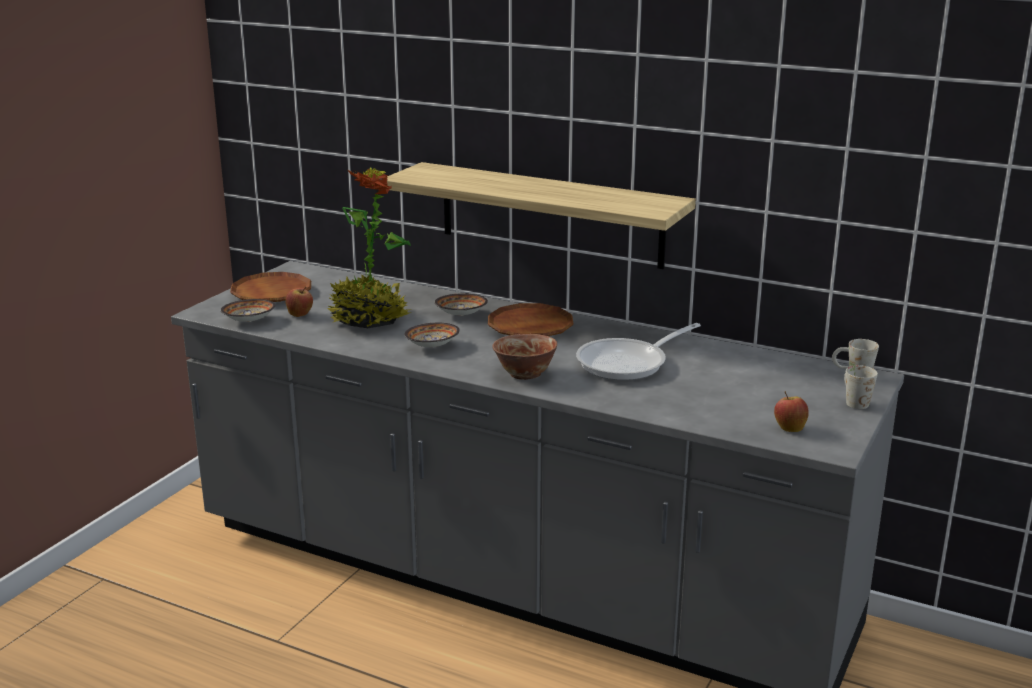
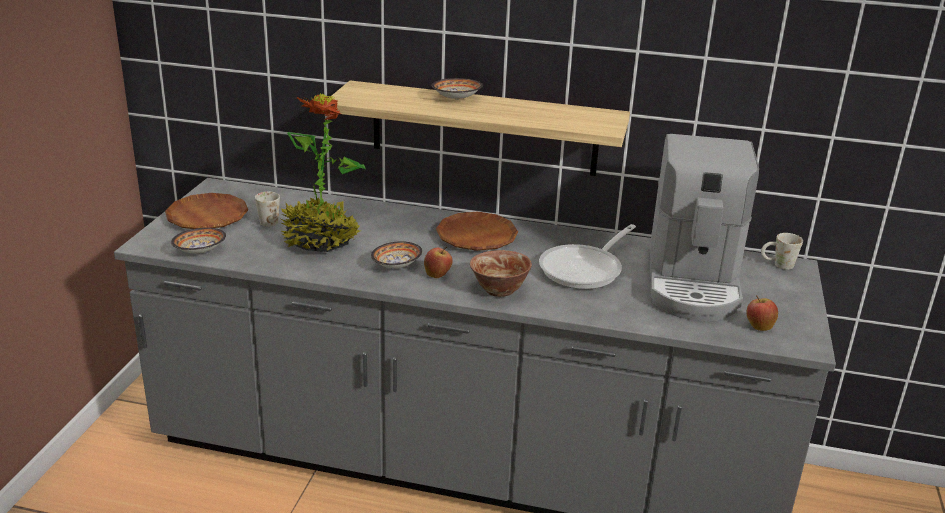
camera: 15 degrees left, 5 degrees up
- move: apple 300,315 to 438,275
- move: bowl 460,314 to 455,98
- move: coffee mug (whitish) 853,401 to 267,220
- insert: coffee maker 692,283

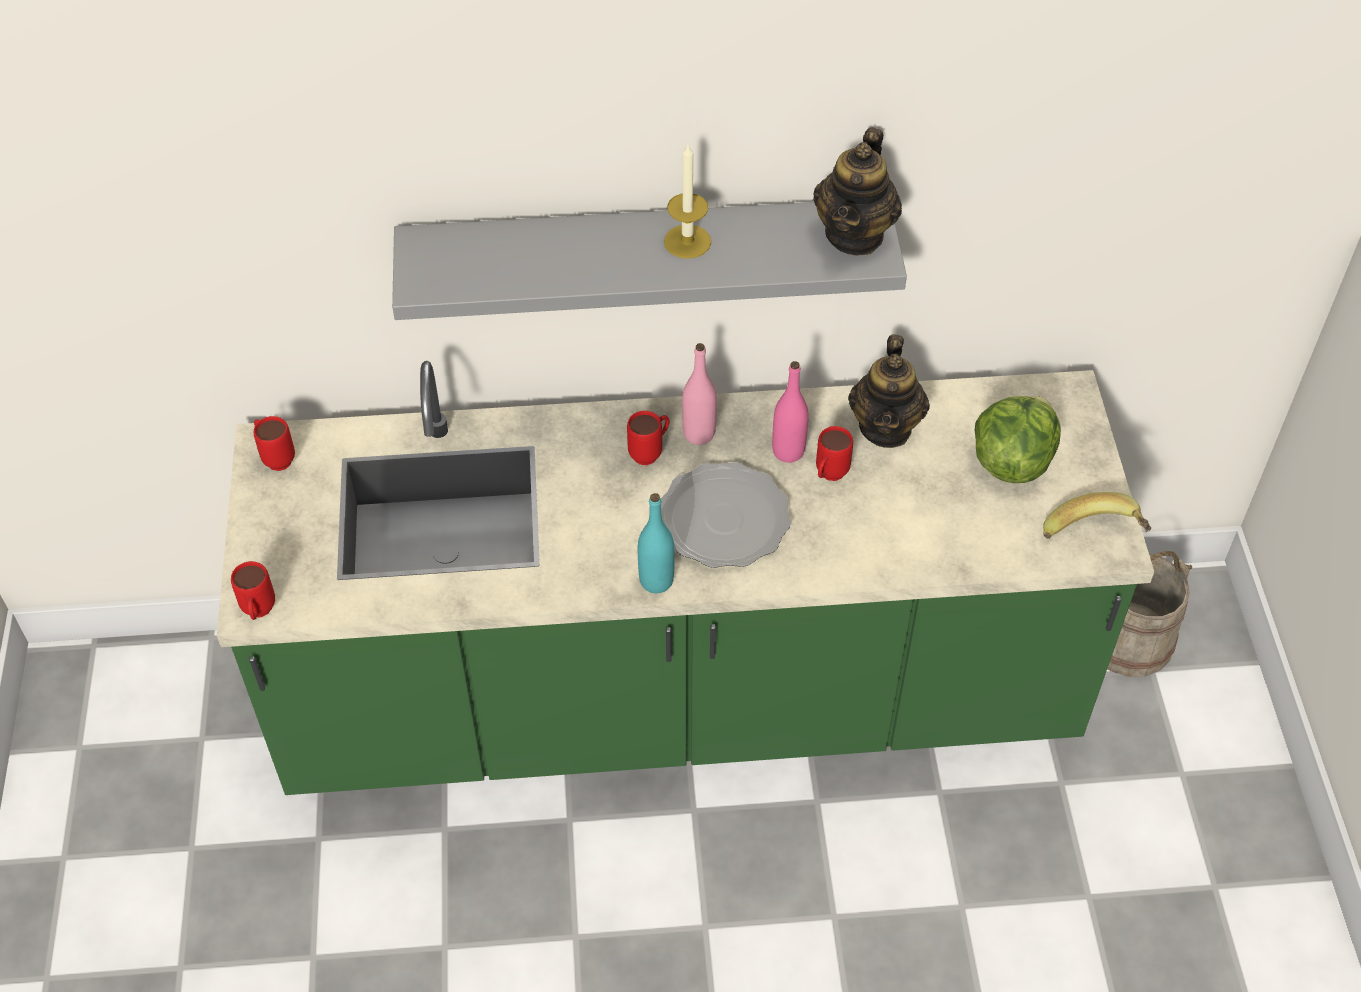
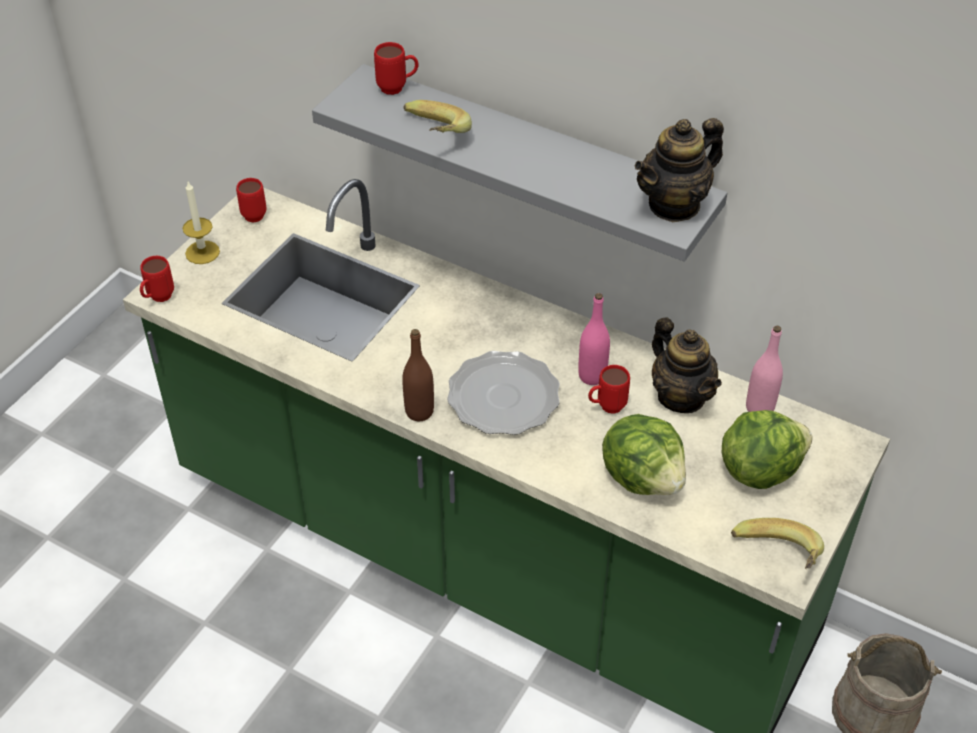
camera: 35 degrees right, 5 degrees down
- move: wax light 687,241 to 202,252
- rotate: teapot 886,427 = 681,396 75 degrees counterclockwise
- move: beverage bottle (pink) 699,433 to 759,408
- move: coffee mug (red) 650,452 to 398,88
- recolor: beverage bottle (blue-green) 656,581 to beverage bottle (brown) 419,411
- insert: banana fruit 432,137
- insert: head of lettuce 643,477

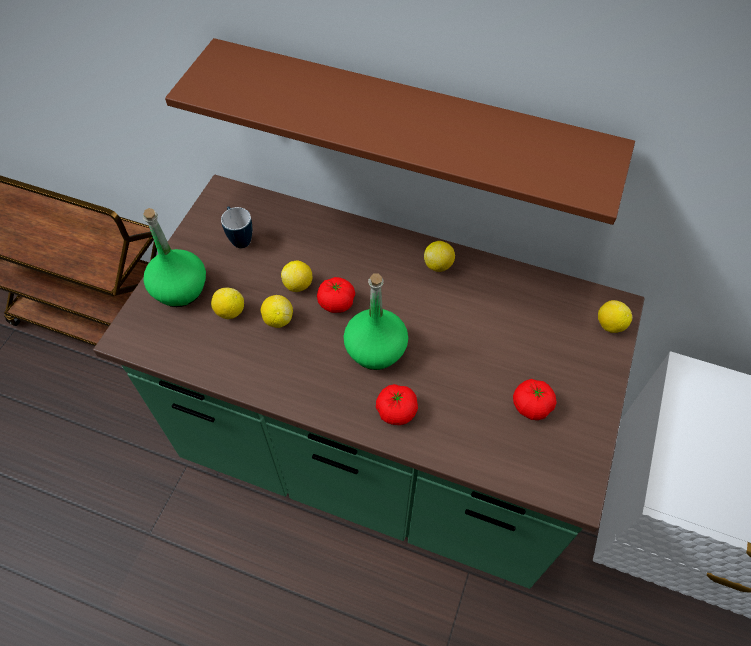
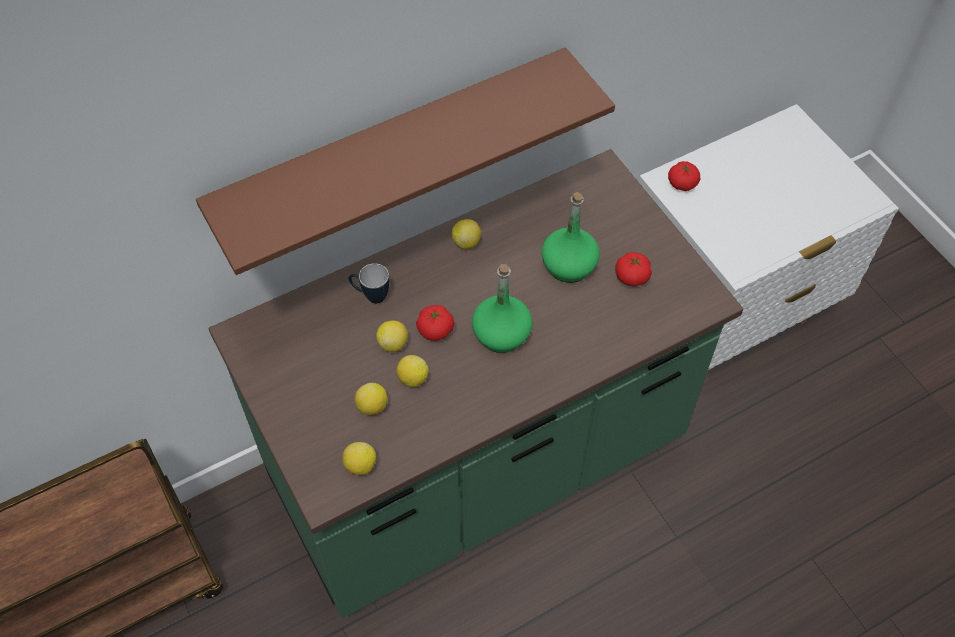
camera: 50 degrees left, 0 degrees up
- move: coffee mug 239,238 to 371,295
- move: beverage bottle (green) 180,289 to 569,265
- move: lemon 609,325 to 360,465
- move: tomato 396,411 to 682,183

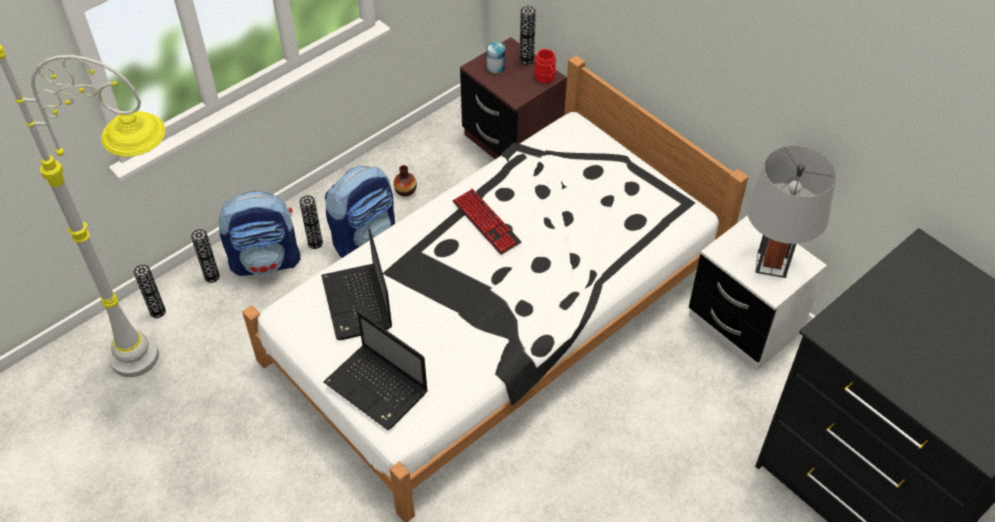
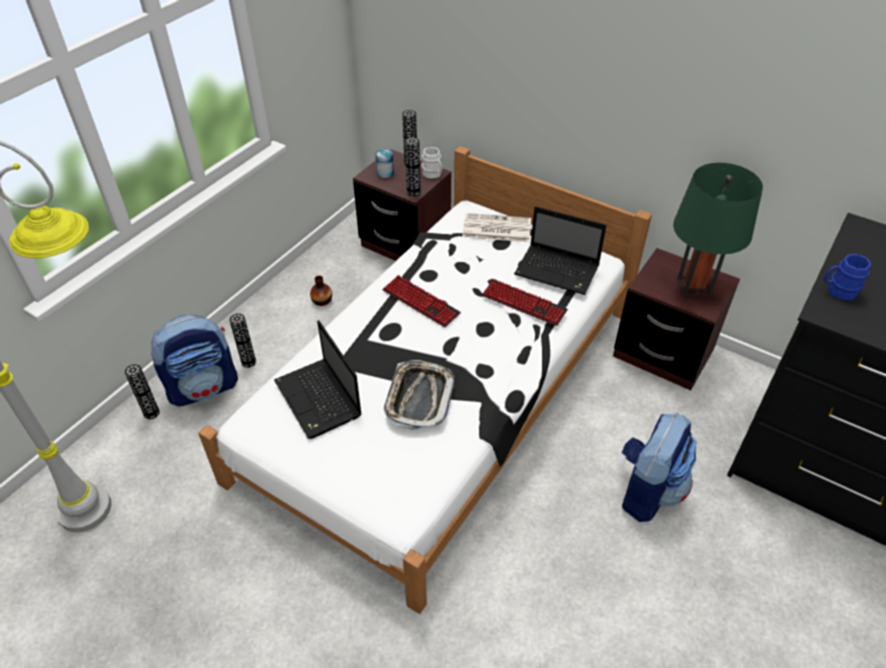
camera: 15 degrees left, 5 degrees down
- recolor: coffee mug (red) 546,78 to coffee mug (whitish) 433,174
- recolor: tabletop lamp (greyish) 771,264 to tabletop lamp (green) 693,287
- move: backpack 365,237 to 647,490
- recolor: night table (whitish) 744,323 to night table (brown) 663,353
- move: flower vase 158,311 to 413,192
- move: laptop 378,388 to 558,271
- insert: newspaper 495,229
- insert: coffee mug (blue) 838,290
- insert: keyboard 524,303
- insert: carrying tray 419,398

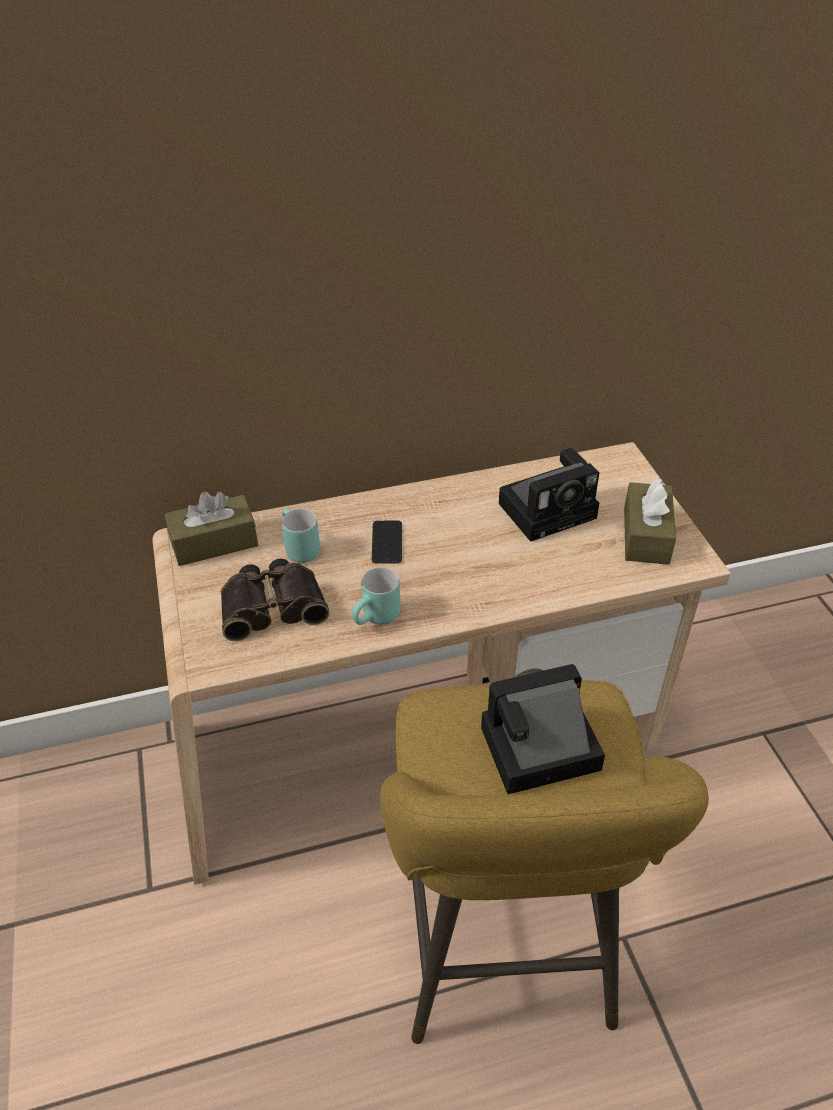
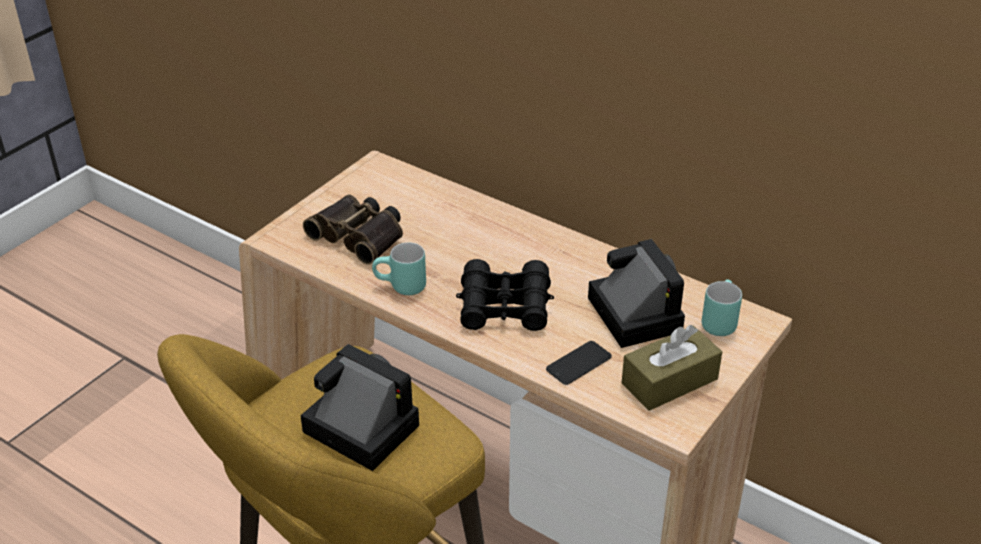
camera: 50 degrees right, 5 degrees down
- rotate: photo camera 550,509 = 631,312 135 degrees counterclockwise
- delete: tissue box (brown) 214,542
- move: coffee mug (blue-green) 297,549 to 717,320
- move: handset 387,543 to 578,363
- insert: pair of binoculars (black) 505,306

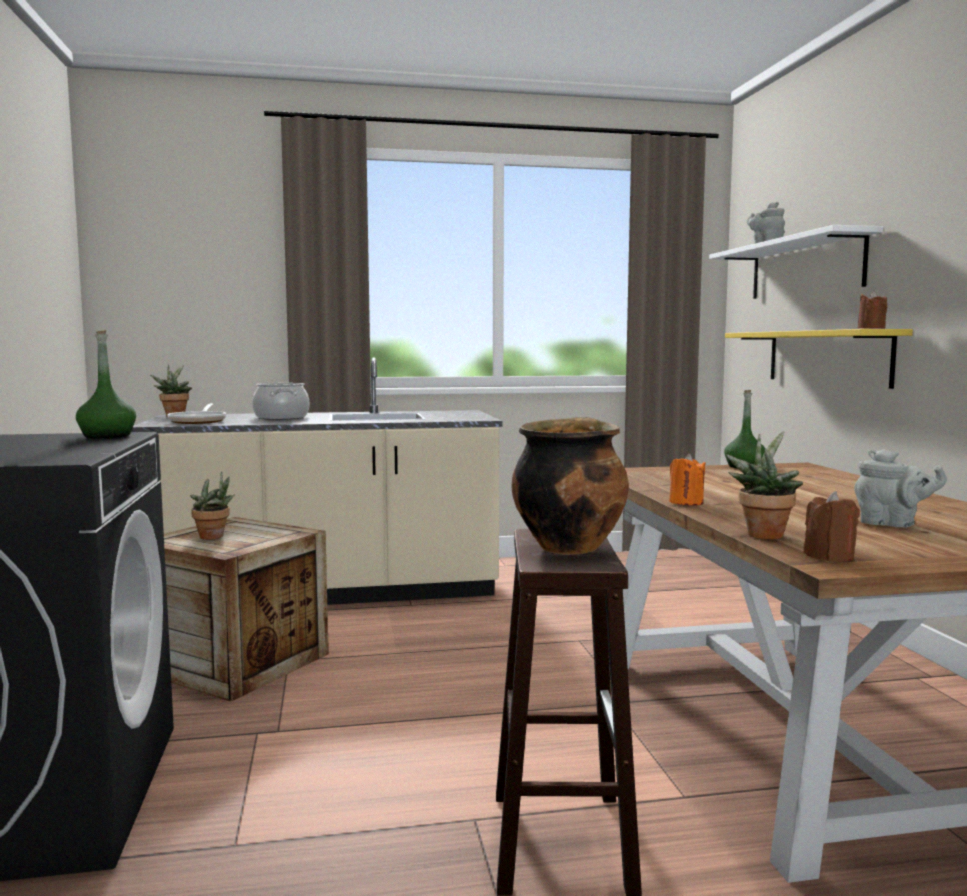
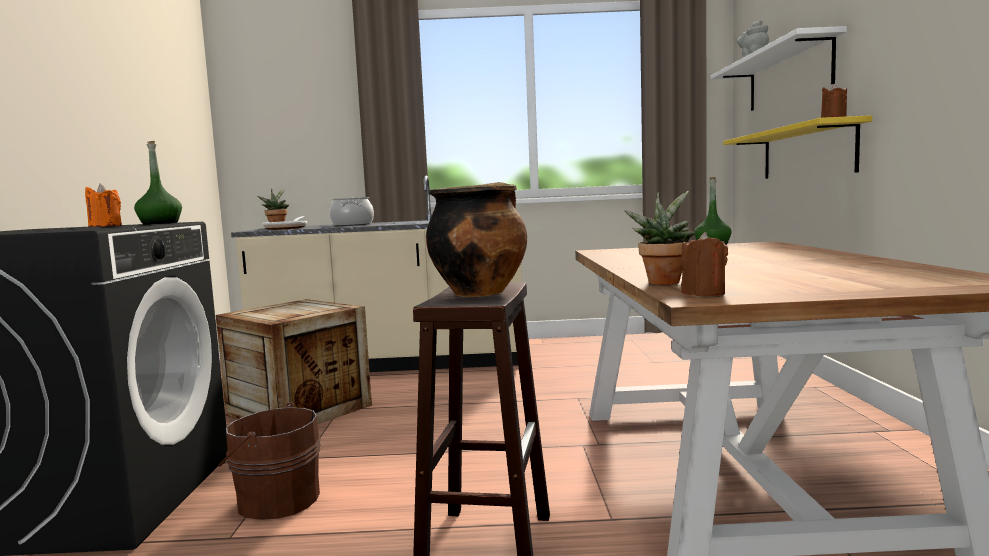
camera: 10 degrees right, 0 degrees up
- delete: teapot (greyish) 892,524
- move: wax light (orange) 686,502 to 105,226
- delete: houseplant 214,537
- insert: bucket (brown) 275,500

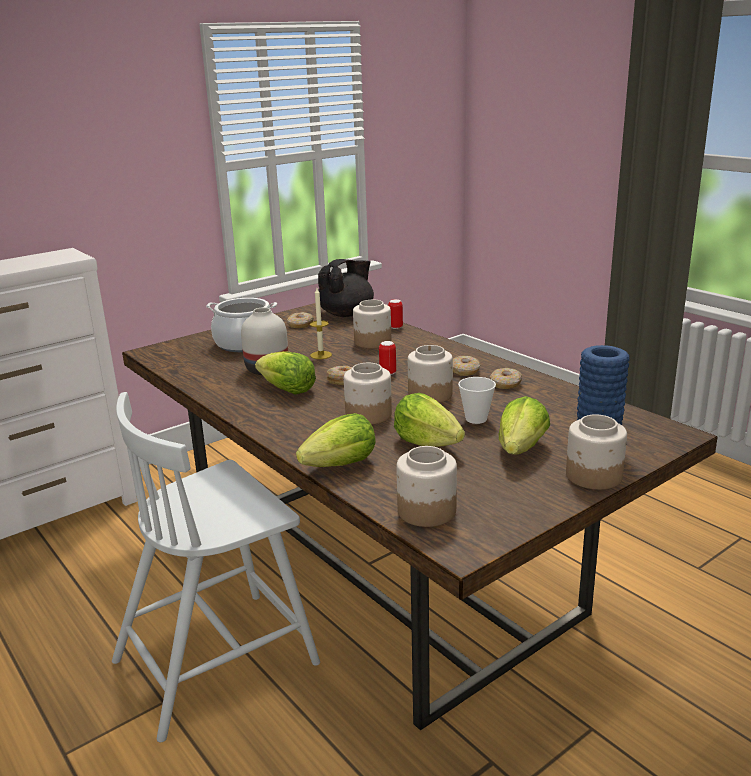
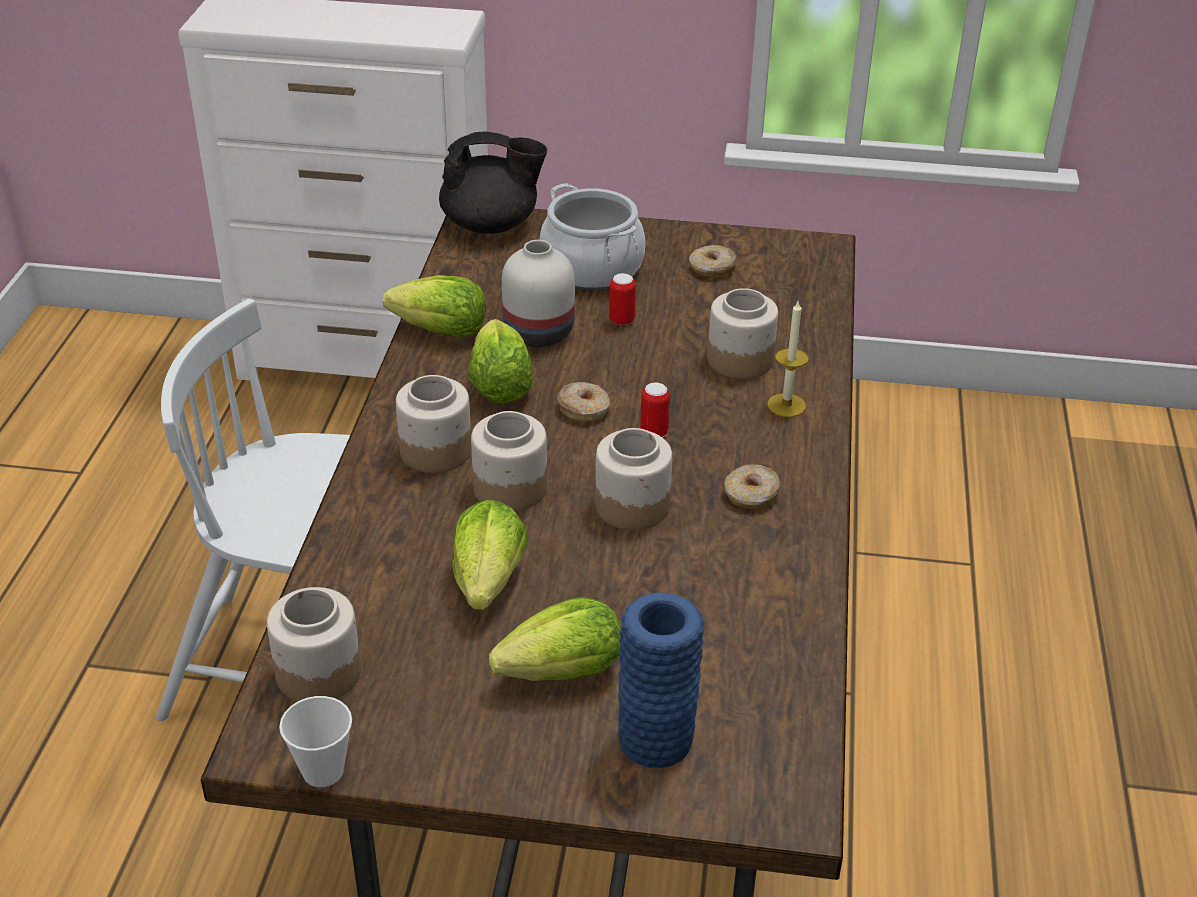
camera: 45 degrees right, 15 degrees up
- move: teapot (black) 347,313 to 491,225
- move: wax light 321,355 to 786,405
- move: can 395,327 to 621,320
- delete: ring doughnut 506,384
- move: small cup 476,419 to 323,771
- move: head of lettuce 341,465 to 441,331
- move: preserve jar 593,476 to 434,451

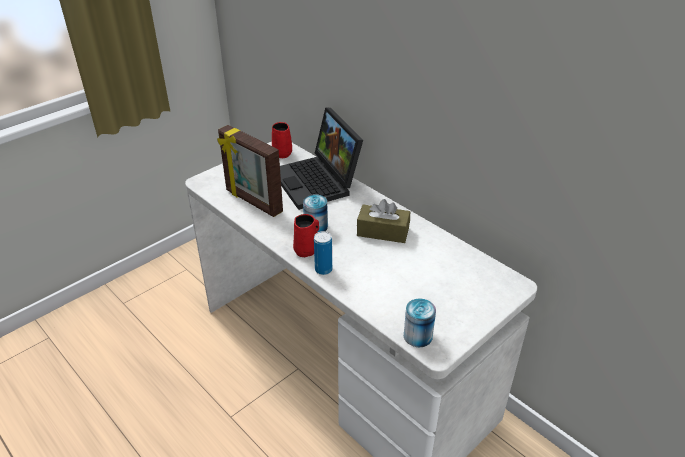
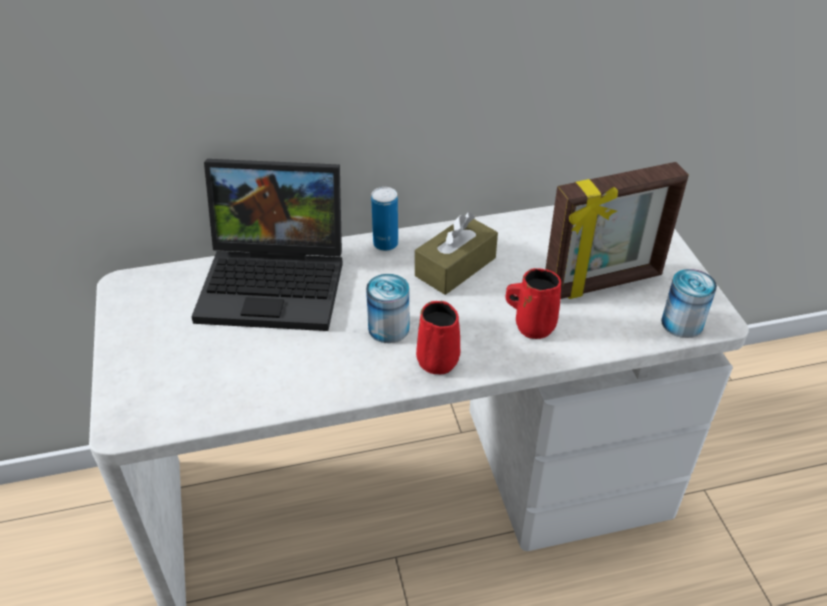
camera: 60 degrees left, 5 degrees up
- move: coffee mug (red) 282,153 to 532,325
- move: picture frame 253,202 to 603,284
- move: can 323,270 to 385,244

